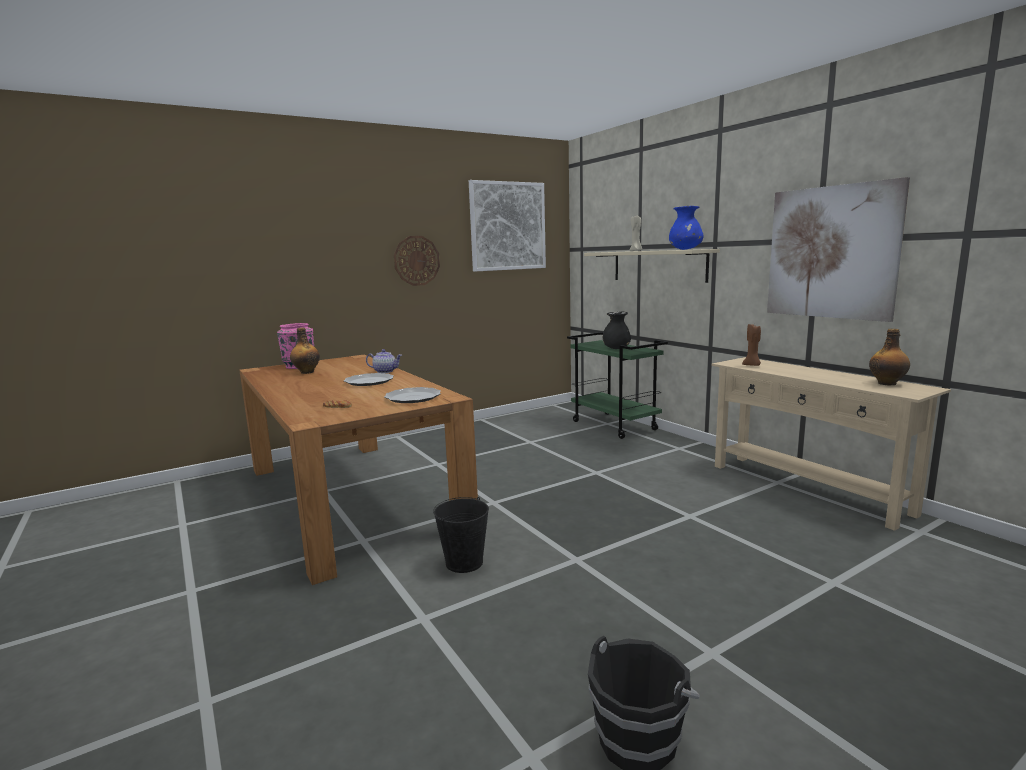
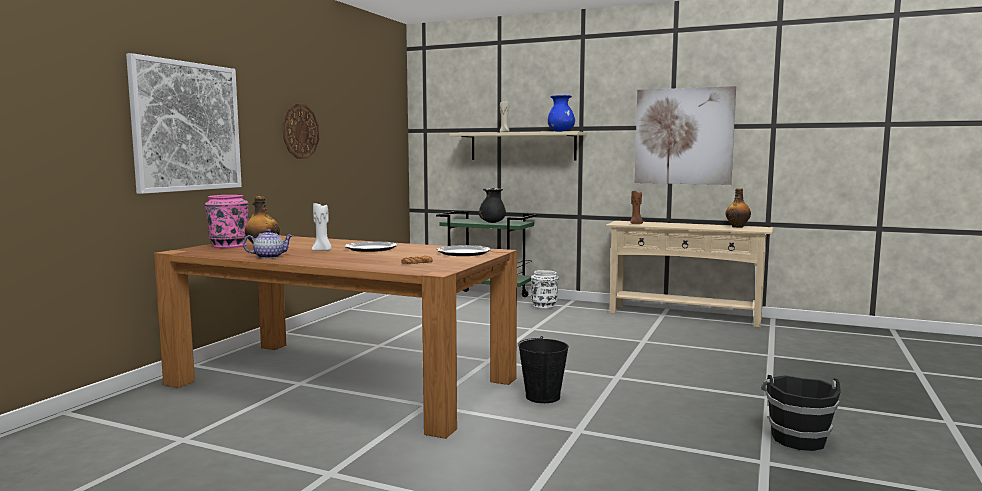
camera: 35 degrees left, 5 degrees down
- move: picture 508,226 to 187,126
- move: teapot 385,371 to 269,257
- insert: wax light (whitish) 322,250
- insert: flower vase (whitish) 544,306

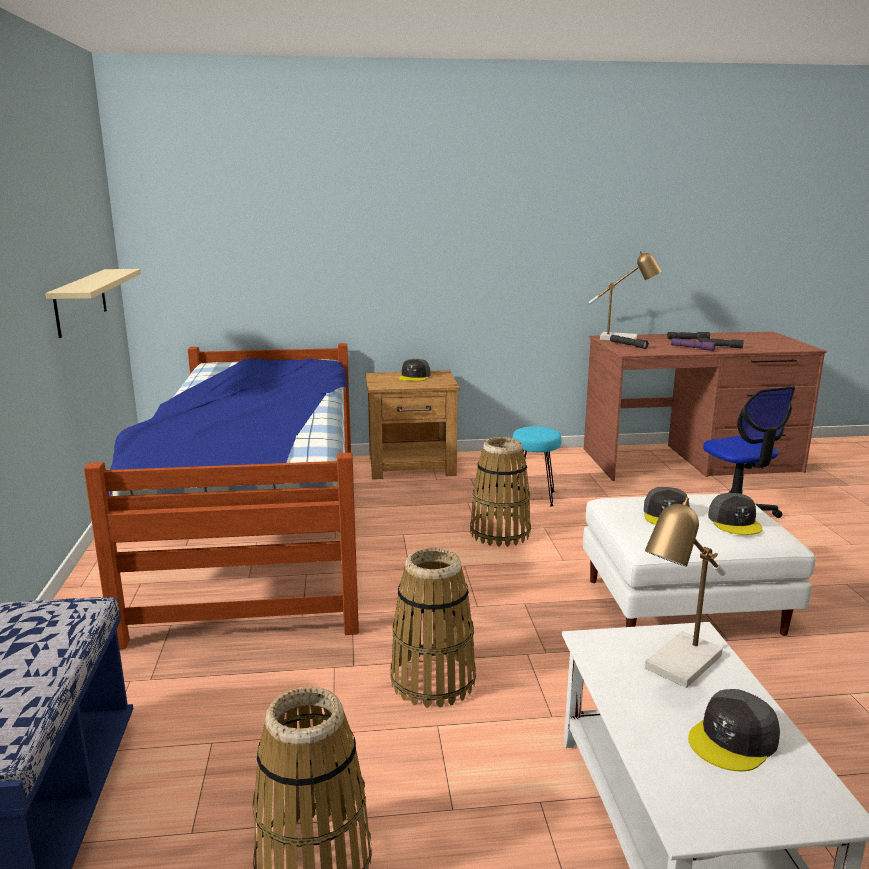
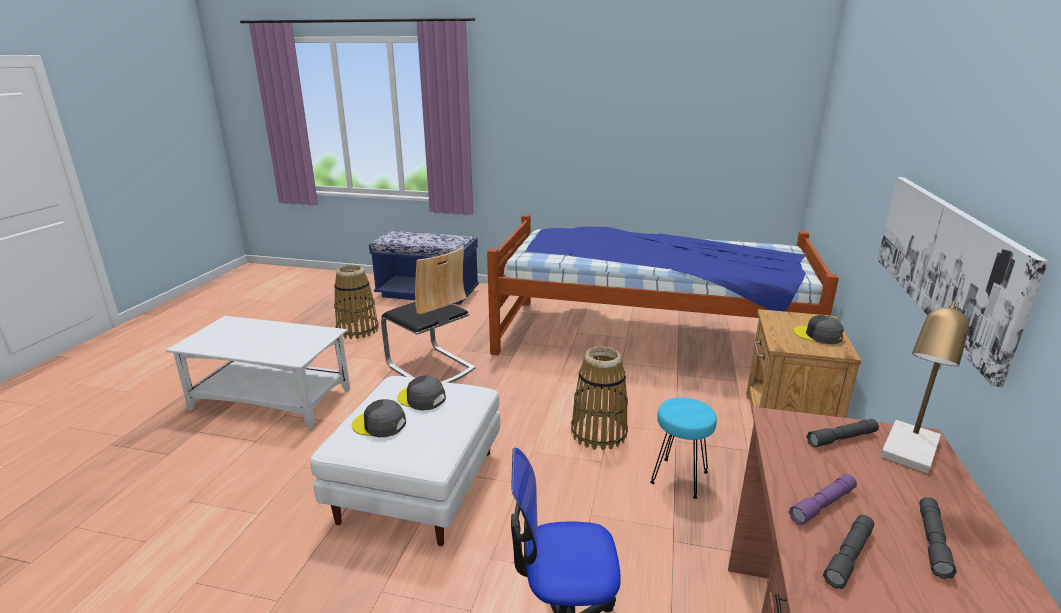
camera: 110 degrees right, 5 degrees up
- delete: bracket shelf (beige-coloured) 81,301
- delete: tabletop lamp 679,667
- replace: basket 433,680 to chair 430,367
- delete: peaked cap (greyish) 734,740
- insert: picture 943,261

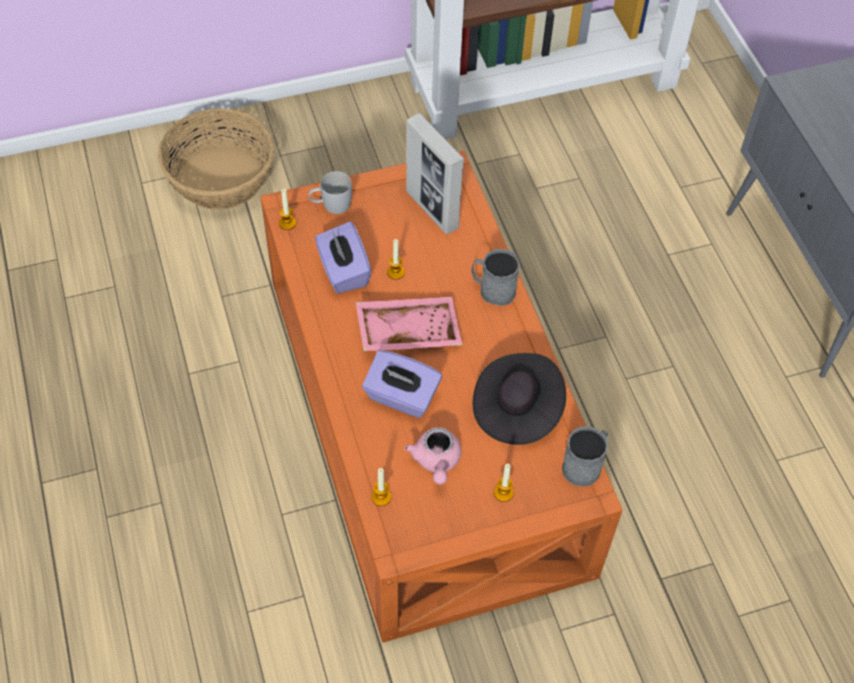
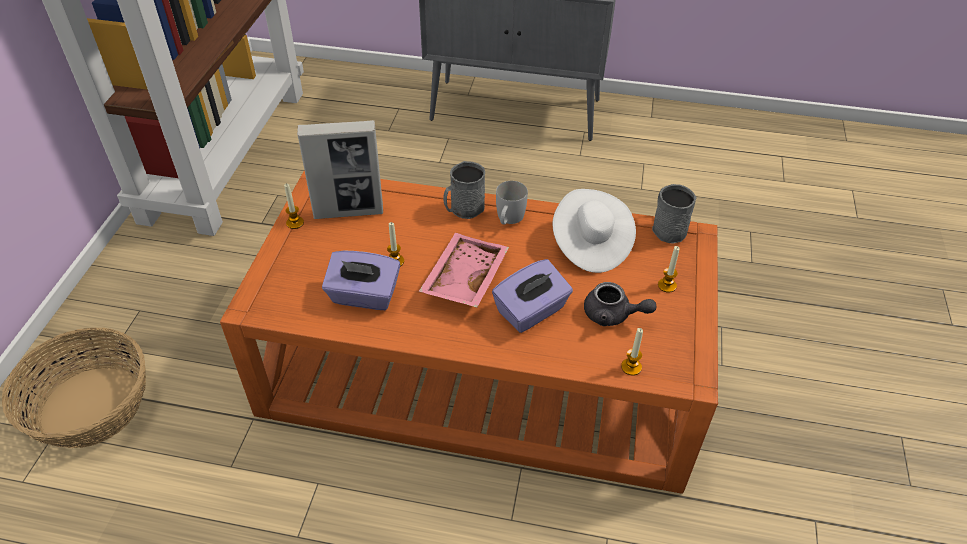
camera: 60 degrees left, 10 degrees down
- move: coffee mug (whitish) 331,205 to 508,219
- move: wax light 287,223 to 295,223
- recolor: hat (black) 516,409 to hat (whitish) 590,245
- recolor: teapot (pink) 436,461 to teapot (greyish) 613,315

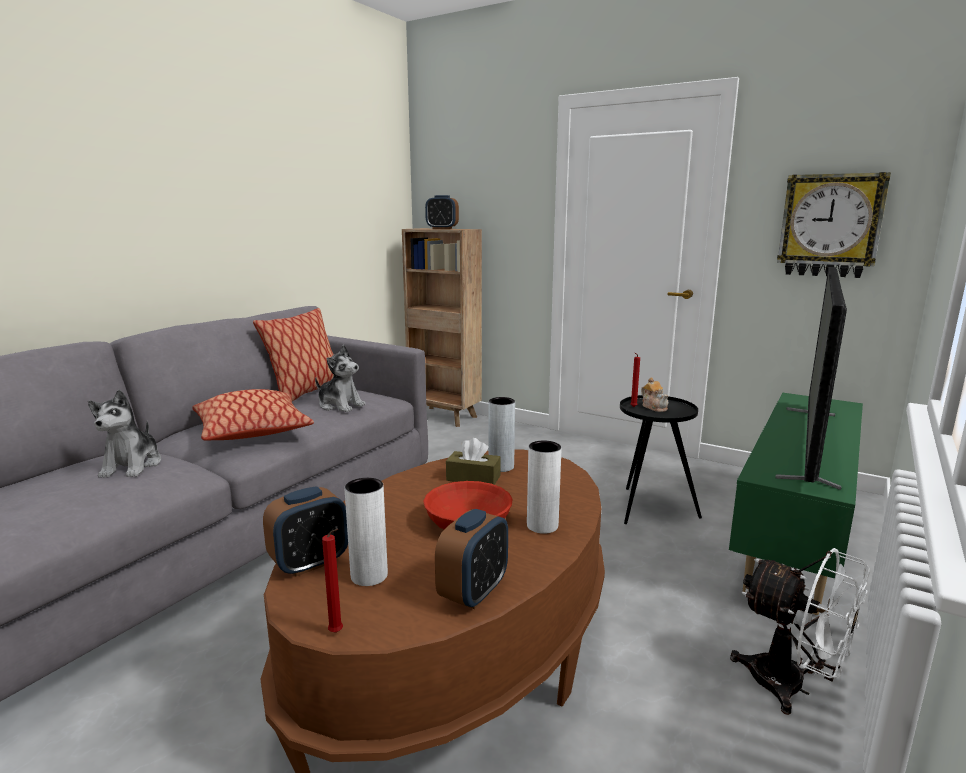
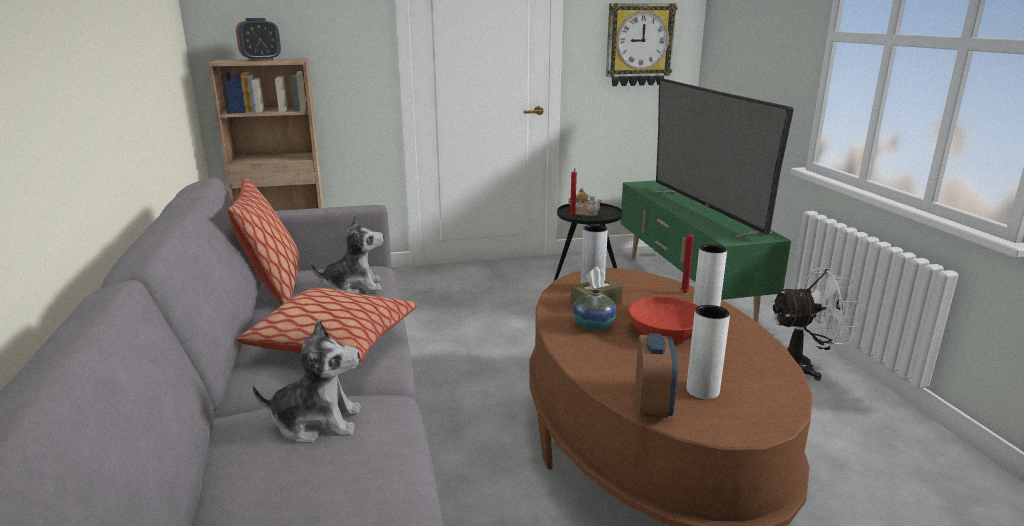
camera: 45 degrees left, 5 degrees up
- rotate: cuddly toy 132,466 = 317,422 45 degrees counterclockwise
- delete: alarm clock 473,592
- move: wax light (red) 337,633 to 685,292
- insert: flower vase 593,325

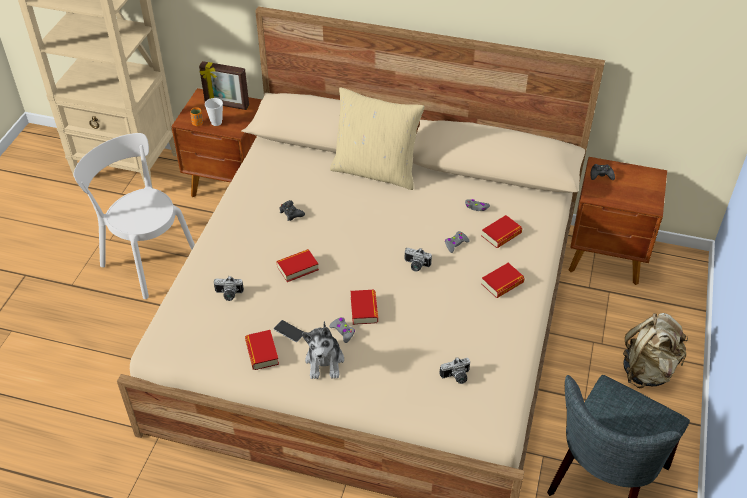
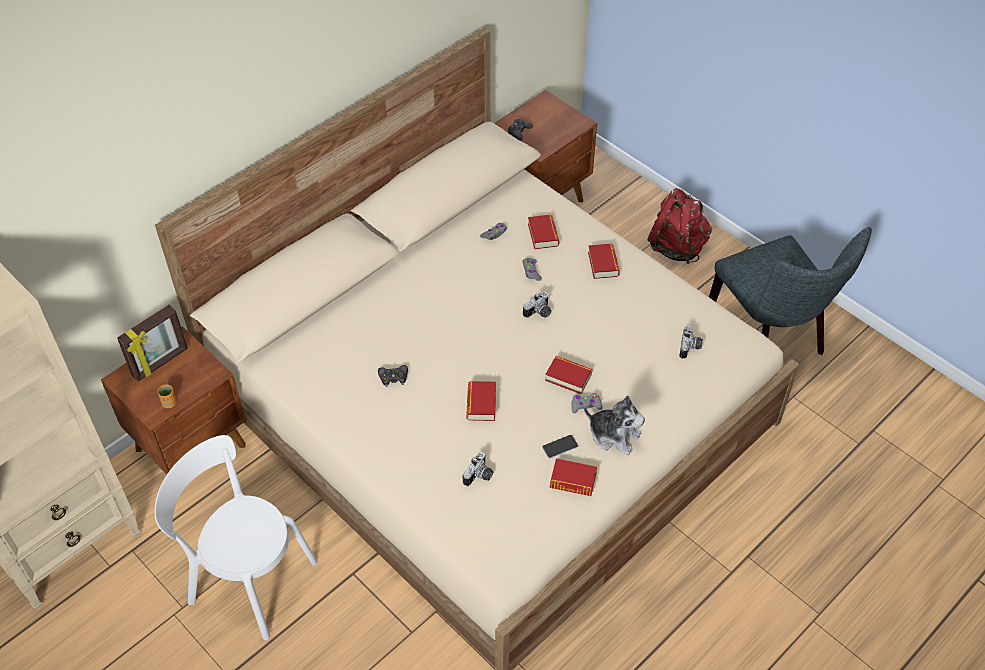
camera: 60 degrees left, 5 degrees up
- delete: pillow (beige-coloured) 375,171
- delete: small cup 216,122
- rotate: chair (whitish) 147,259 = 248,578 45 degrees clockwise
- recolor: backpack (beige-coloured) 648,370 to backpack (red) 677,246

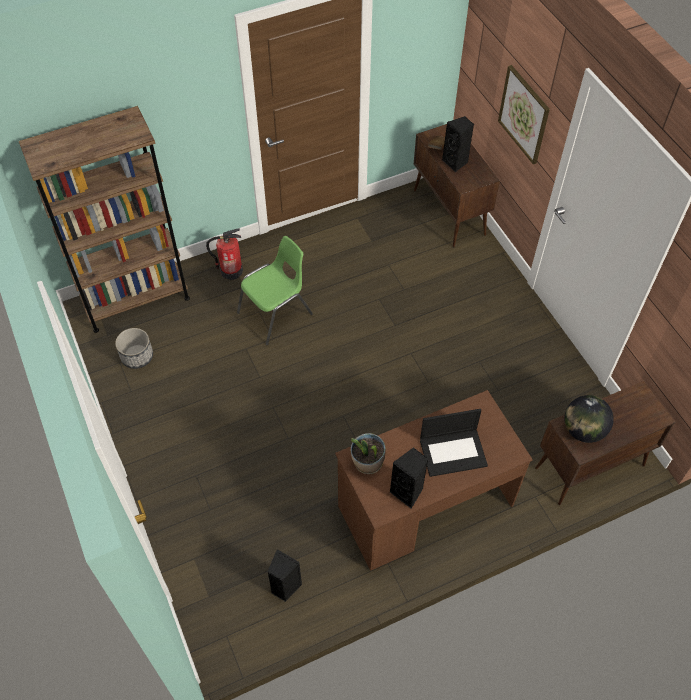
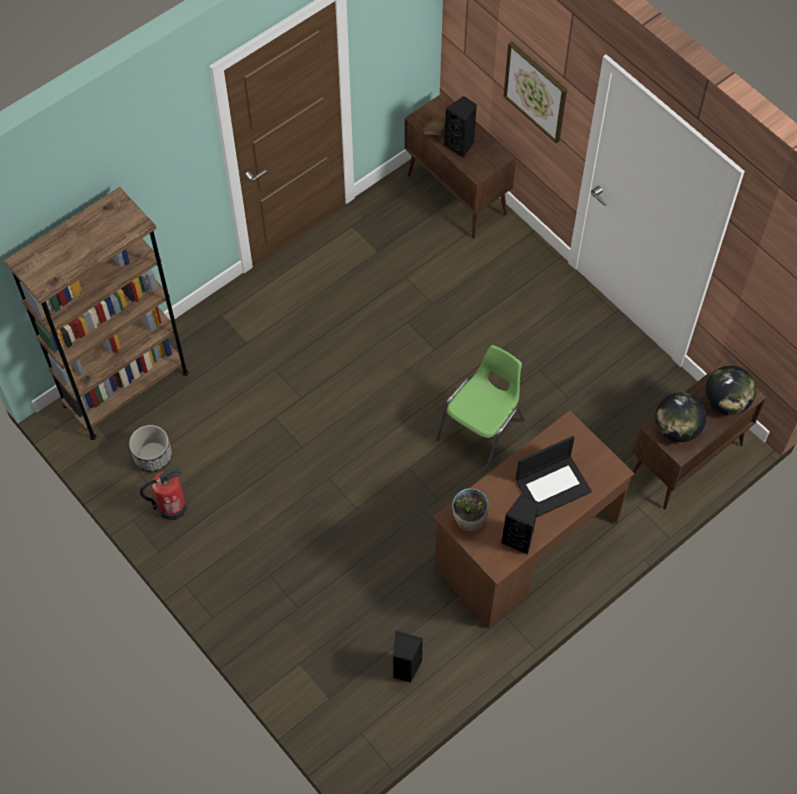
camera: 15 degrees left, 5 degrees up
- move: fire-fighting cylinder 231,270 to 171,507
- move: chair (green) 276,314 to 482,429
- insert: desk globe 725,402

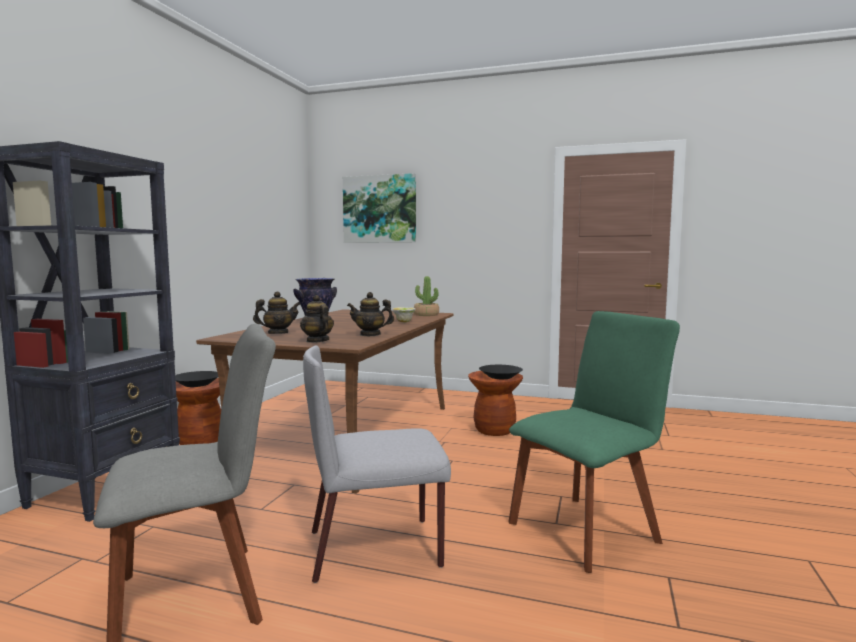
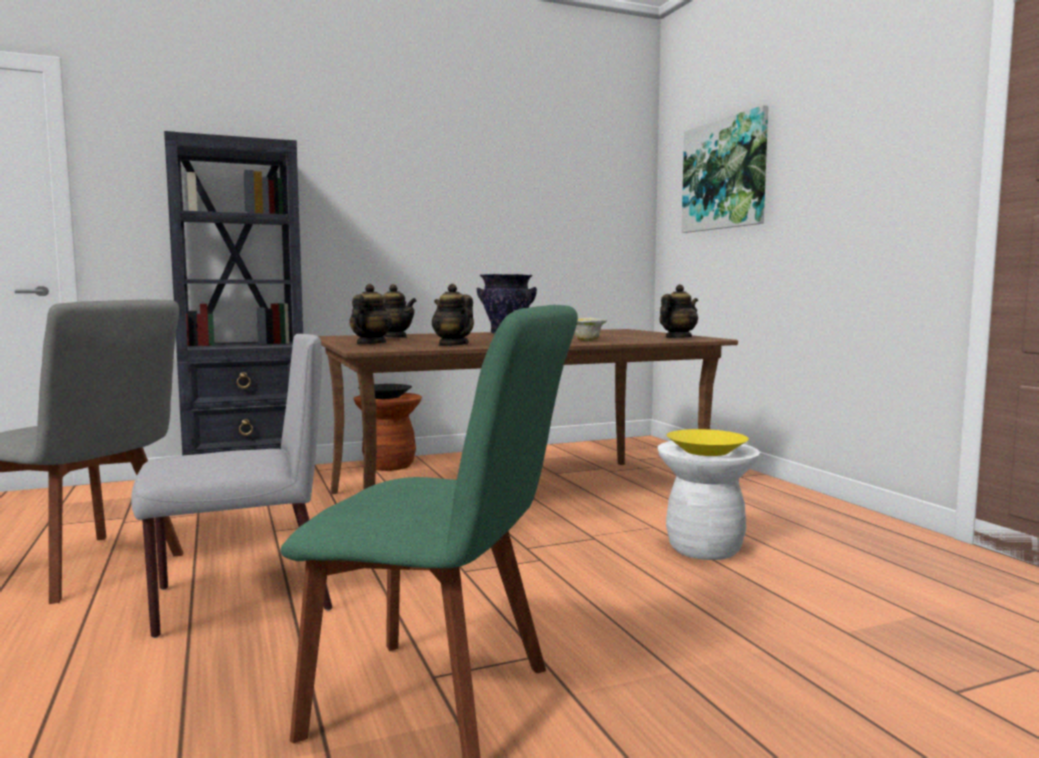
camera: 50 degrees right, 0 degrees up
- replace: houseplant 426,315 to teapot 677,338
- rotate: chair (greyish) 377,548 = 239,599 120 degrees clockwise
- recolor: bowl (black) 500,376 to bowl (yellow-coloured) 706,451
- recolor: stool seat (brown) 494,430 to stool seat (whitish) 704,549

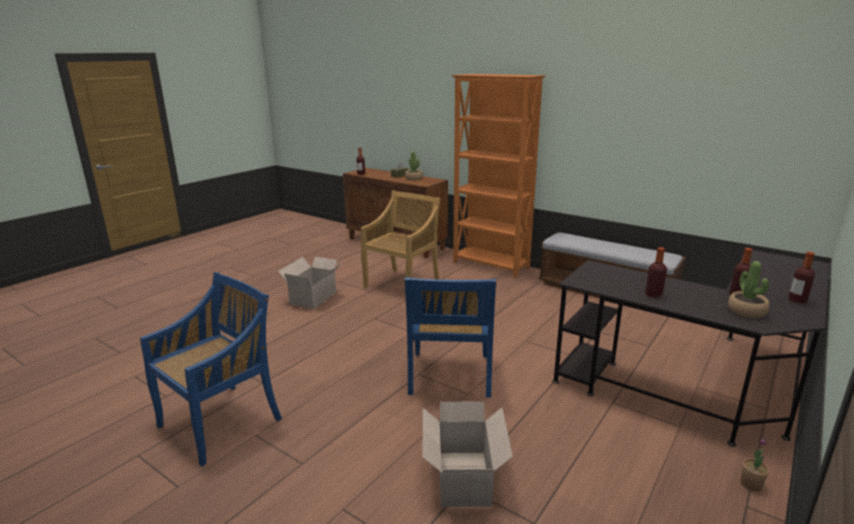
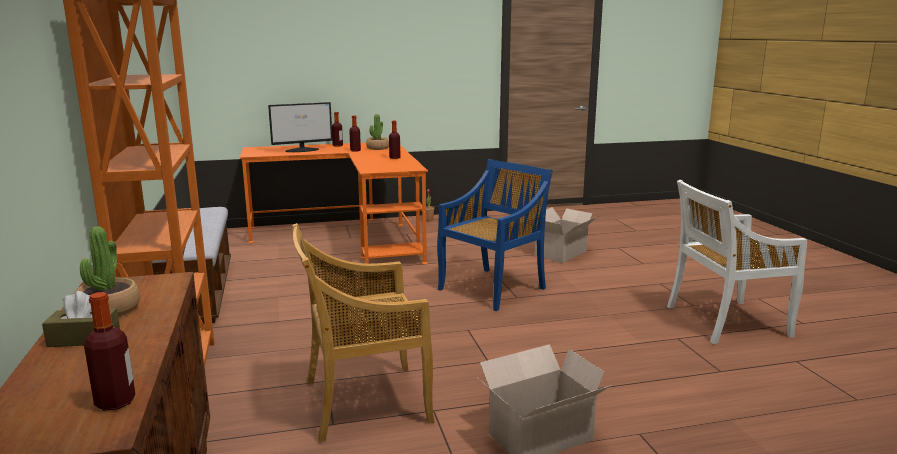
camera: 140 degrees left, 5 degrees down
- recolor: desk (black) 700,386 to desk (orange) 348,237
- recolor: chair (blue) 222,421 to chair (whitish) 725,322
- insert: monitor 302,150

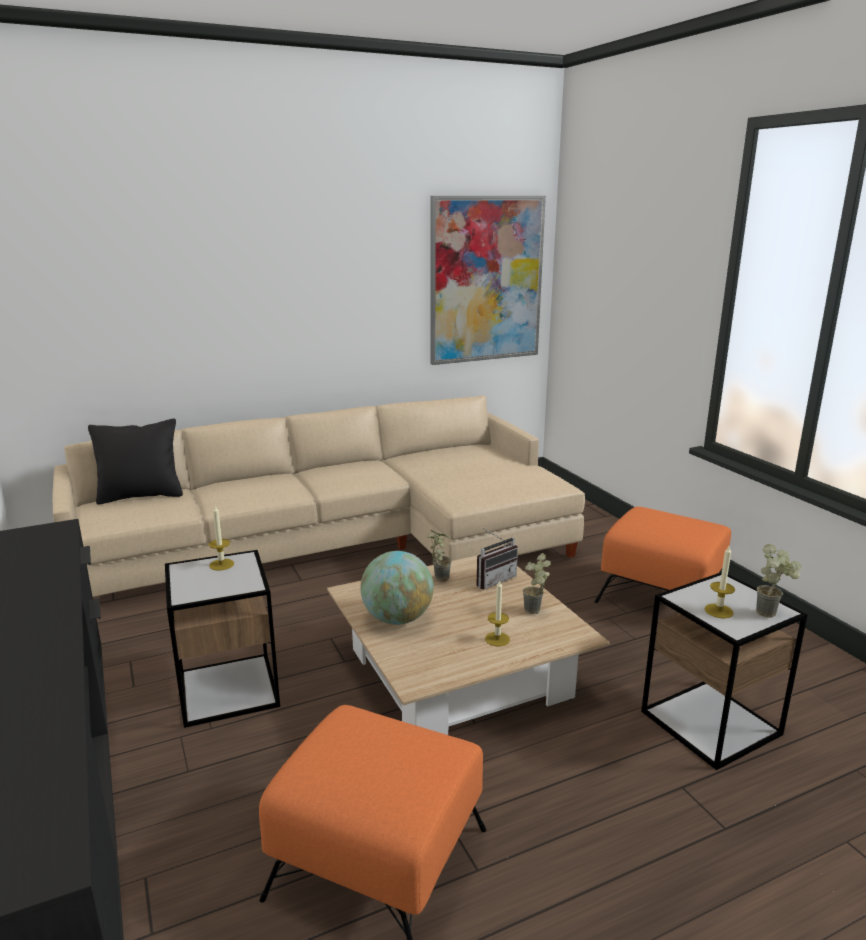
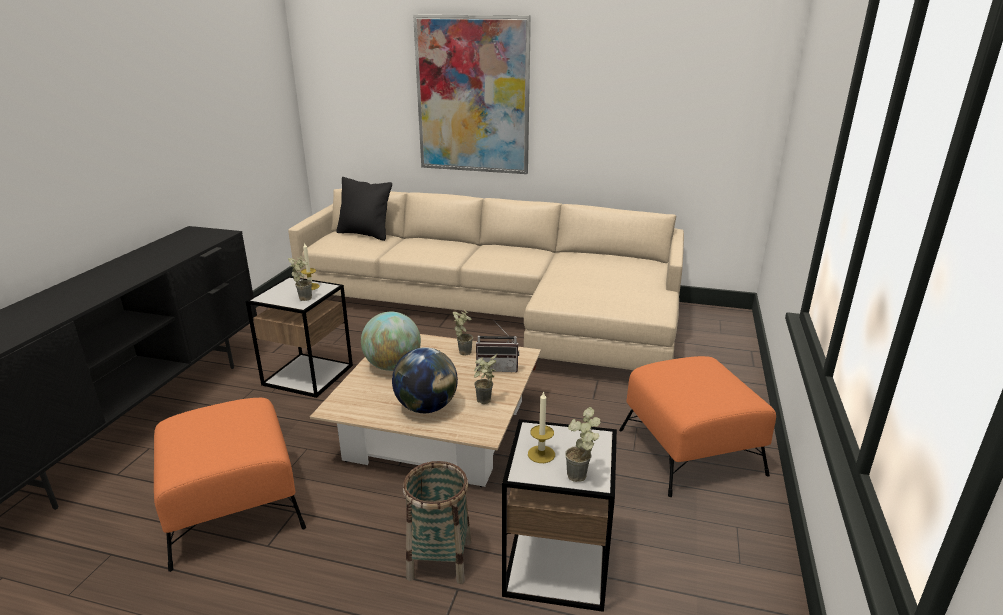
camera: 40 degrees right, 5 degrees up
- move: picture 486,280 to 472,96
- replace: wax light 497,639 to desk globe 426,407
- insert: houseplant 304,297
- insert: basket 439,559

